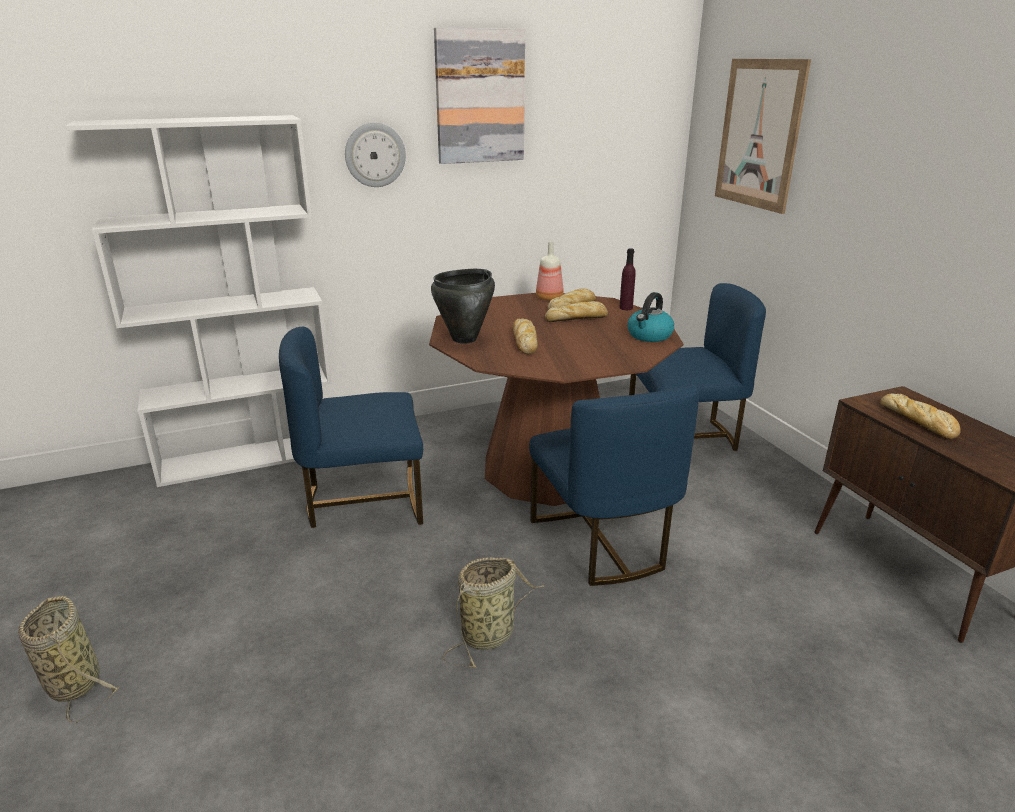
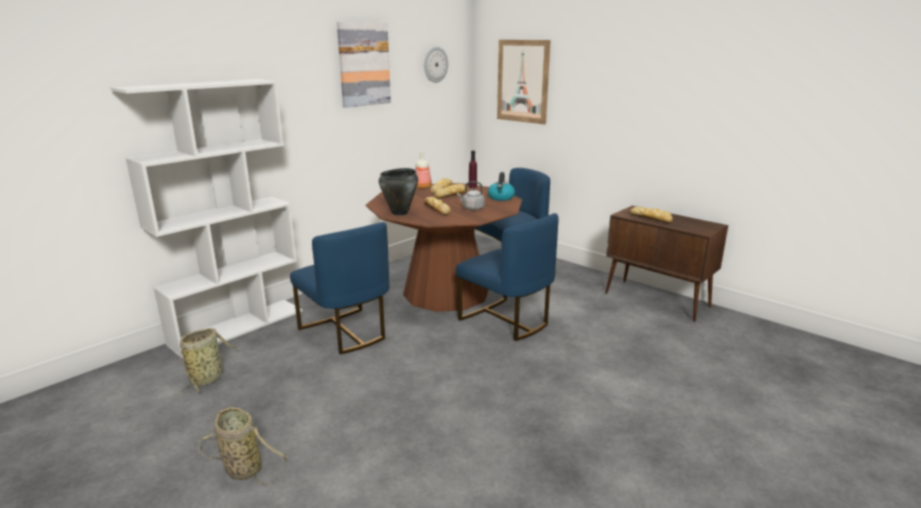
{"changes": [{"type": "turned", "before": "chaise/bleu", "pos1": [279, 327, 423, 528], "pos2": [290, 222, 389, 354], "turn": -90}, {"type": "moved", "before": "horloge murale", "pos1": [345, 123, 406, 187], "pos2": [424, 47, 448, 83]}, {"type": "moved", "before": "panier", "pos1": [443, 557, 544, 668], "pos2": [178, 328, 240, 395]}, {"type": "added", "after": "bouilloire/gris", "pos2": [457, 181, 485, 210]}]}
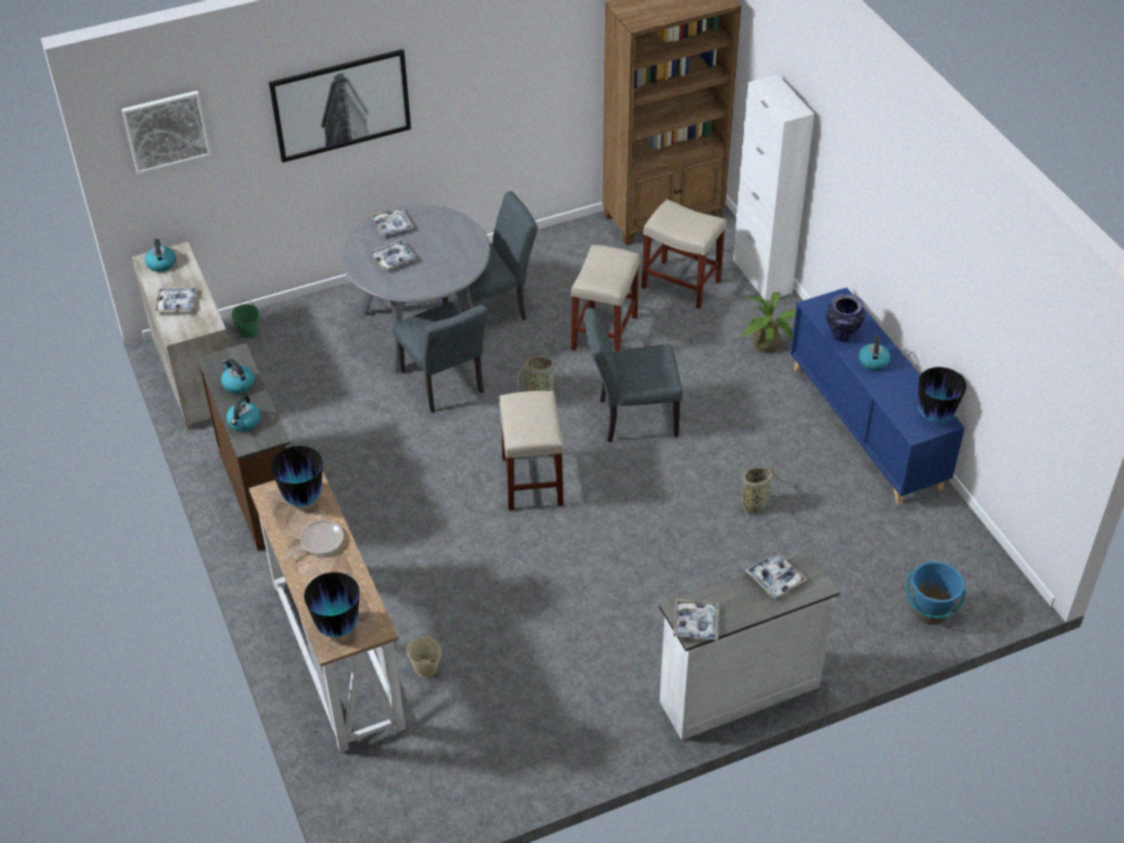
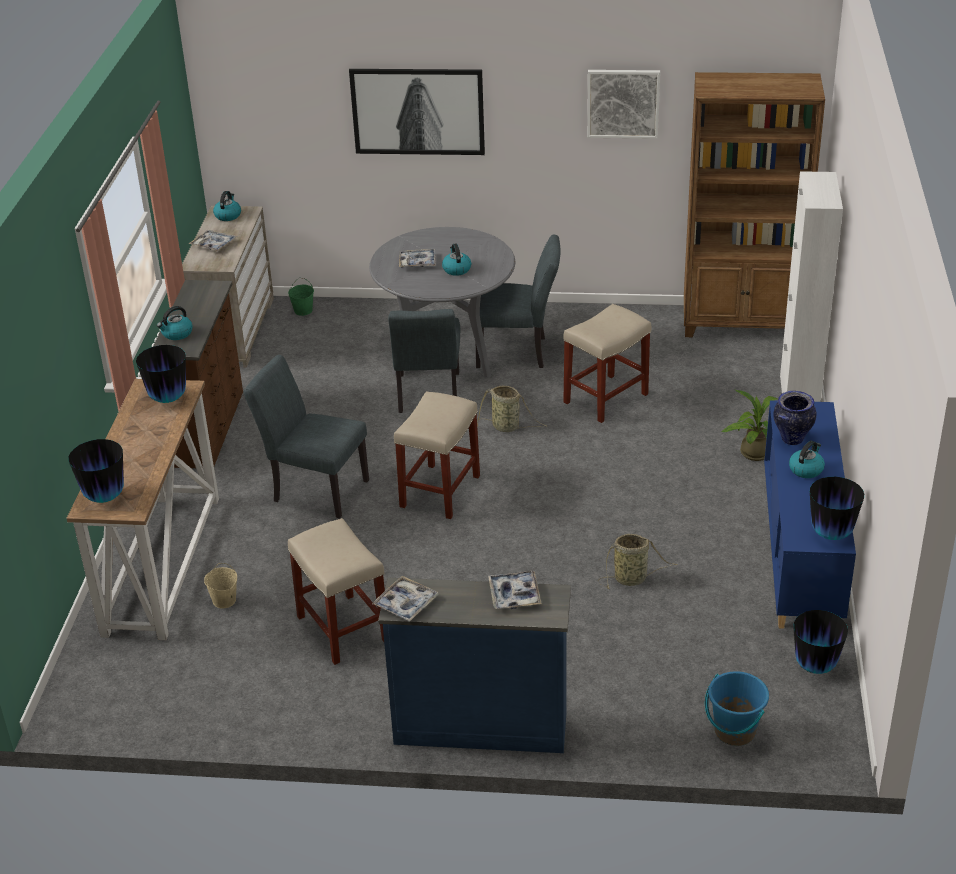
{"changes": [{"type": "moved", "before": "tableau", "pos1": [122, 91, 211, 174], "pos2": [587, 70, 660, 139]}, {"type": "moved", "before": "bouilloire", "pos1": [221, 359, 255, 394], "pos2": [442, 244, 471, 276]}, {"type": "removed", "before": "poêle", "pos1": [284, 520, 344, 558]}, {"type": "removed", "before": "plateau", "pos1": [370, 207, 414, 236]}, {"type": "moved", "before": "chaise/gris", "pos1": [585, 308, 683, 442], "pos2": [243, 355, 369, 519]}, {"type": "moved", "before": "tabouret/beige", "pos1": [641, 199, 727, 309], "pos2": [288, 518, 385, 665]}, {"type": "recoloured", "before": "commode/blanc", "after": "commode/bleu", "pos1": [659, 551, 840, 740], "pos2": [378, 578, 571, 753]}, {"type": "added", "after": "vase", "pos2": [793, 610, 848, 674]}]}
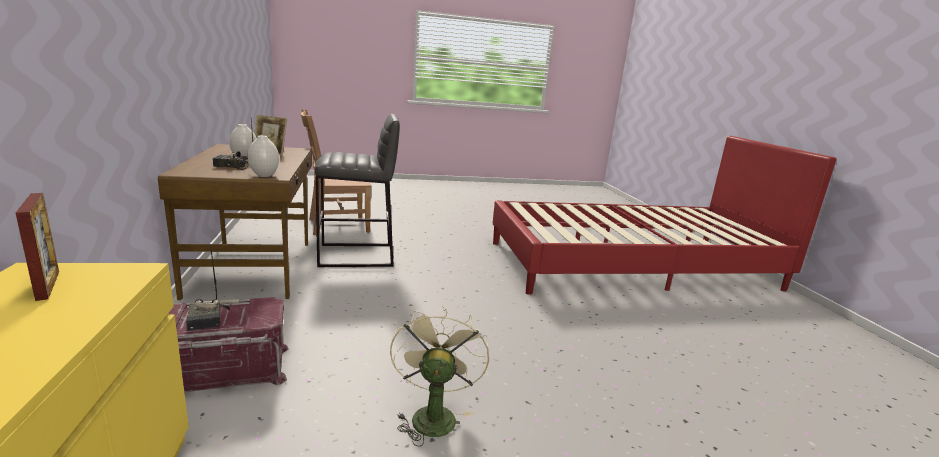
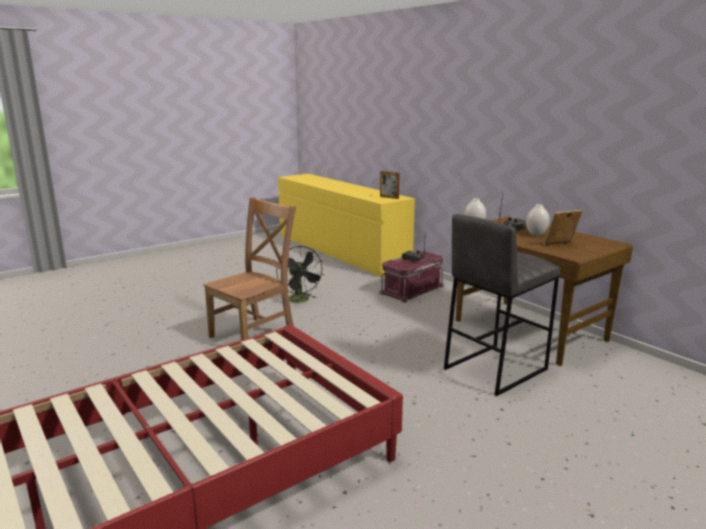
{"changes": [{"type": "moved", "before": "chaise/marron", "pos1": [301, 109, 372, 235], "pos2": [203, 197, 296, 340]}, {"type": "recoloured", "before": "ventilateur/beige", "after": "ventilateur/noir", "pos1": [390, 306, 489, 447], "pos2": [276, 246, 324, 303]}]}
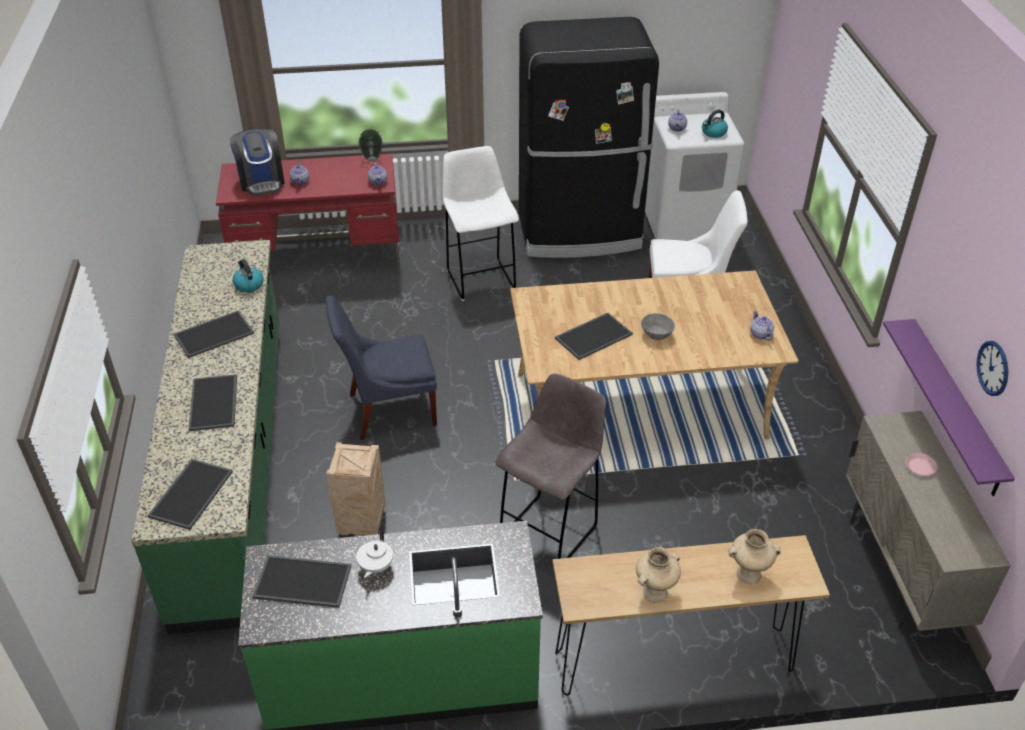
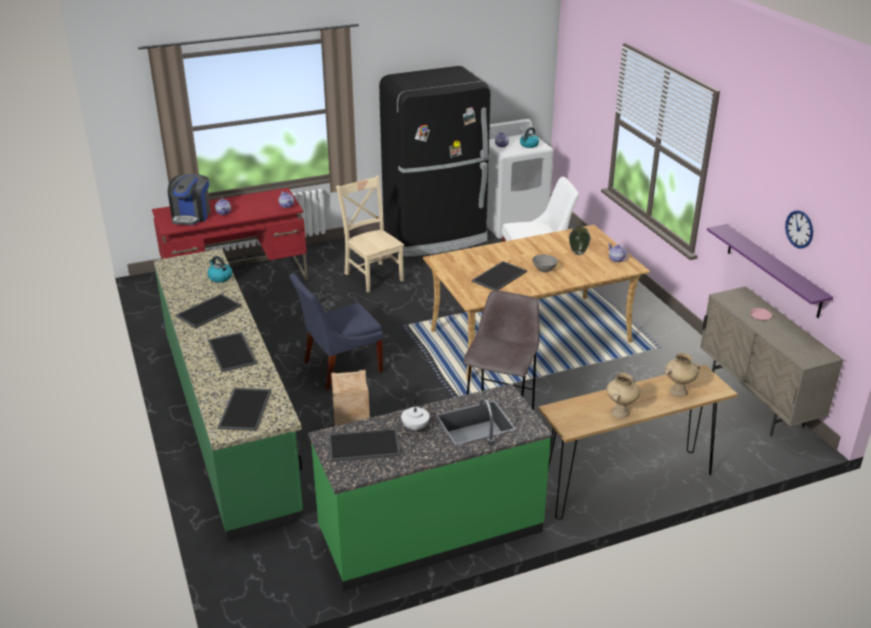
{"changes": [{"type": "turned", "before": "machine à café", "pos1": [230, 129, 285, 196], "pos2": [168, 174, 210, 225], "turn": 45}, {"type": "moved", "before": "vase", "pos1": [358, 129, 383, 162], "pos2": [569, 227, 591, 255]}, {"type": "replaced", "before": "tabouret/blanc", "after": "chaise/beige", "pos1": [442, 146, 519, 301], "pos2": [336, 175, 404, 292]}]}
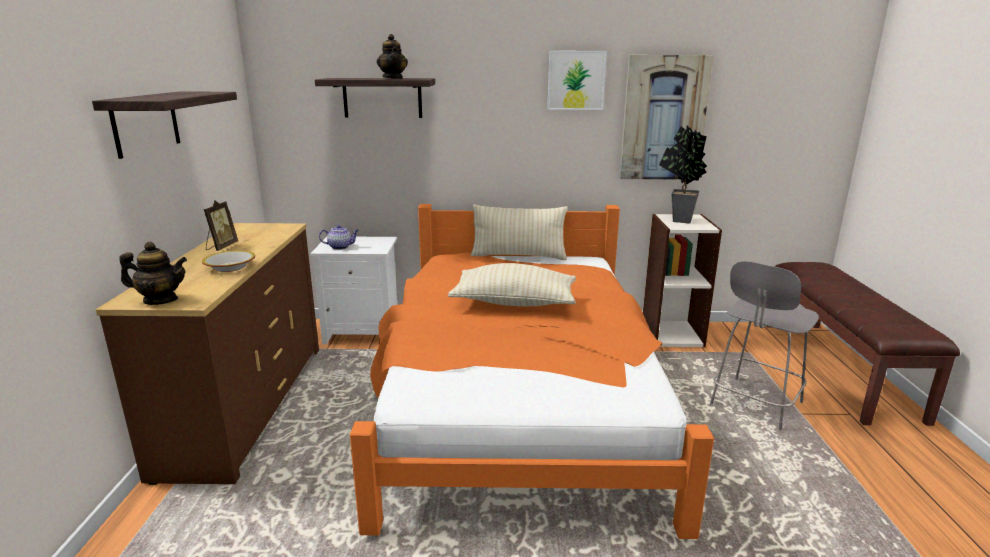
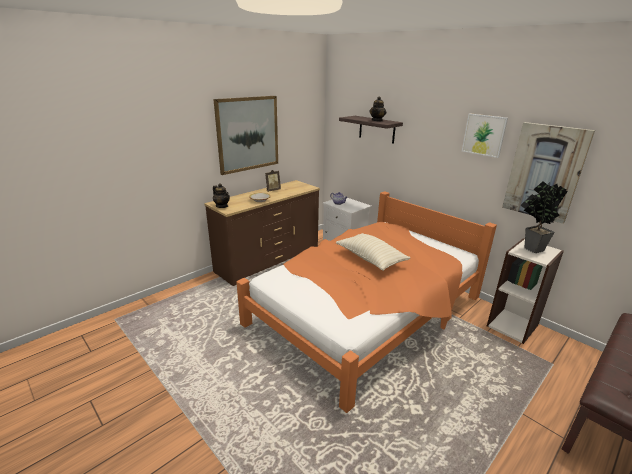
{"changes": [{"type": "replaced", "before": "étagère", "after": "tableau", "pos1": [92, 92, 237, 159], "pos2": [213, 96, 278, 175]}, {"type": "removed", "before": "coussin/beige", "pos1": [471, 205, 568, 260]}, {"type": "removed", "before": "chaise/gris", "pos1": [710, 261, 819, 431]}]}
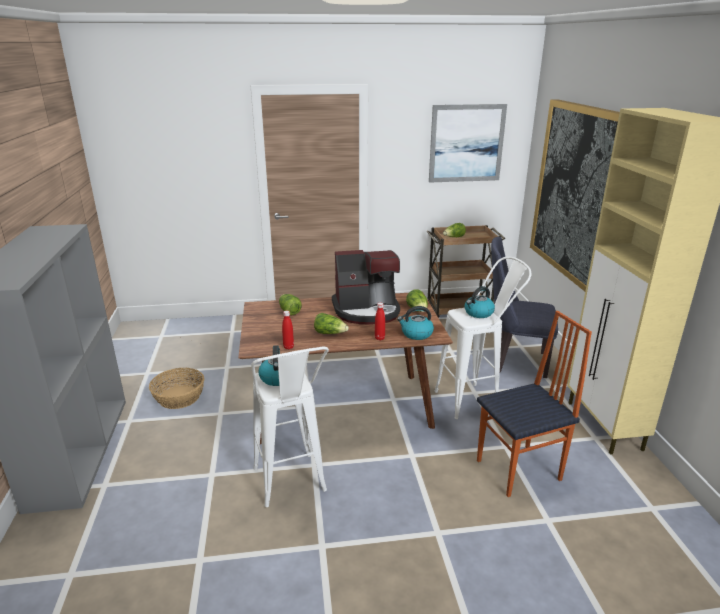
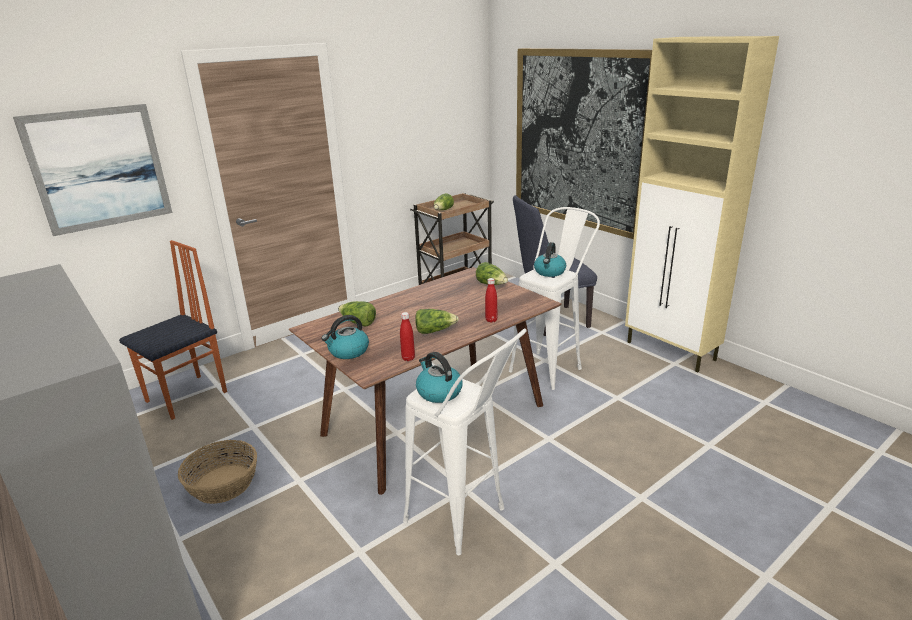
{"changes": [{"type": "removed", "before": "machine à café", "pos1": [332, 250, 400, 325]}, {"type": "moved", "before": "bouilloire", "pos1": [397, 306, 434, 340], "pos2": [321, 315, 369, 359]}, {"type": "moved", "before": "tableau", "pos1": [429, 104, 507, 183], "pos2": [13, 104, 172, 236]}, {"type": "moved", "before": "chaise", "pos1": [477, 311, 592, 497], "pos2": [119, 240, 227, 420]}]}
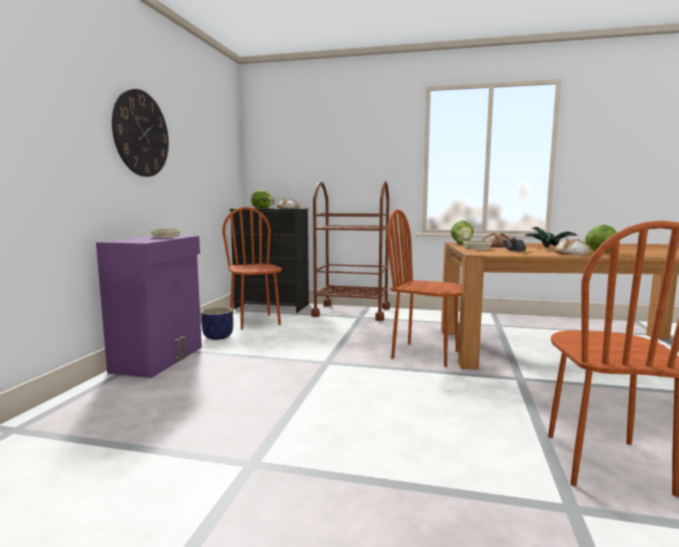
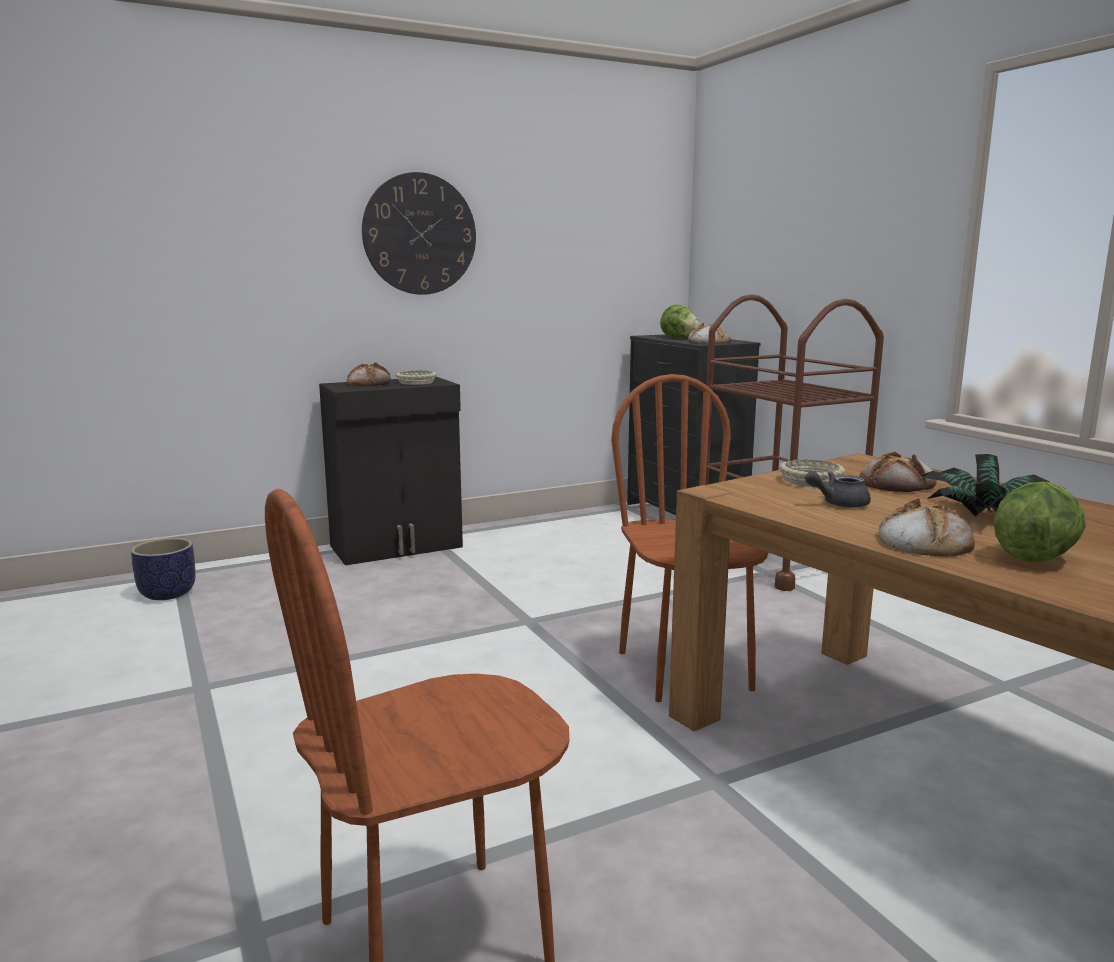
{"changes": [{"type": "recoloured", "before": "meuble de rangement/violet", "after": "meuble de rangement/noir", "pos1": [96, 235, 202, 378], "pos2": [319, 377, 463, 565]}, {"type": "moved", "before": "cache-pot", "pos1": [201, 307, 233, 340], "pos2": [131, 538, 195, 600]}, {"type": "removed", "before": "chaise/marron", "pos1": [222, 207, 282, 329]}, {"type": "removed", "before": "laitue", "pos1": [451, 220, 474, 244]}, {"type": "added", "after": "pain", "pos2": [347, 363, 391, 386]}]}
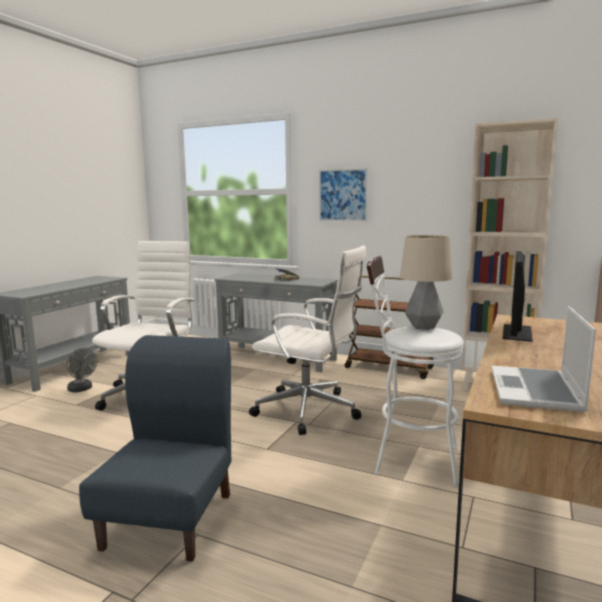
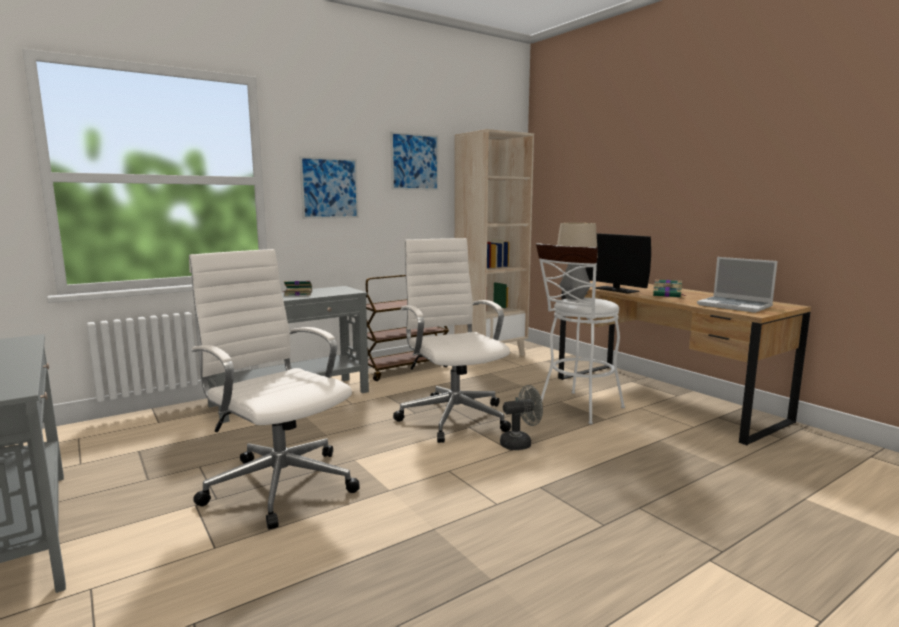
{"changes": [{"type": "moved", "before": "ventilateur/gris", "pos1": [66, 348, 97, 392], "pos2": [500, 385, 543, 450]}, {"type": "removed", "before": "chaise/bleu", "pos1": [79, 335, 232, 562]}, {"type": "turned", "before": "chaise de bureau/blanc", "pos1": [249, 245, 367, 435], "pos2": [393, 238, 511, 443], "turn": -75}, {"type": "added", "after": "tableau", "pos2": [390, 132, 439, 190]}, {"type": "added", "after": "livre", "pos2": [653, 279, 687, 298]}]}
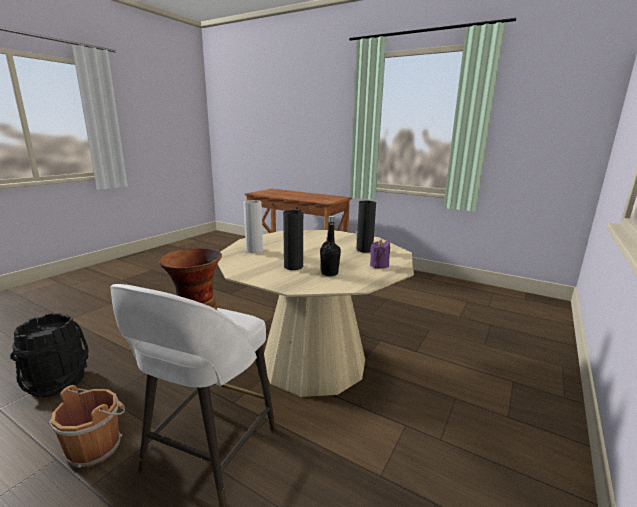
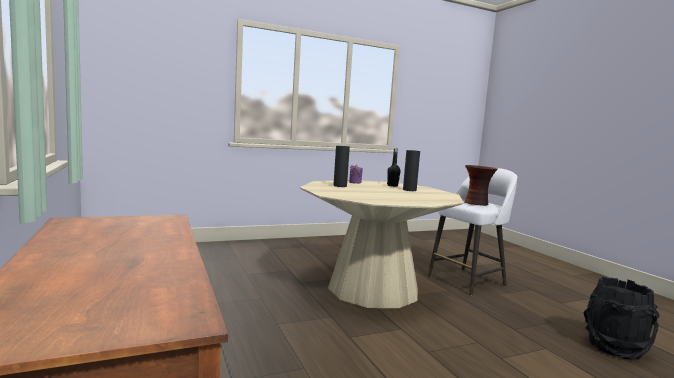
{"changes": [{"type": "removed", "before": "seau/marron", "pos1": [49, 385, 125, 468]}, {"type": "removed", "before": "vase/blanc", "pos1": [244, 200, 263, 253]}]}
